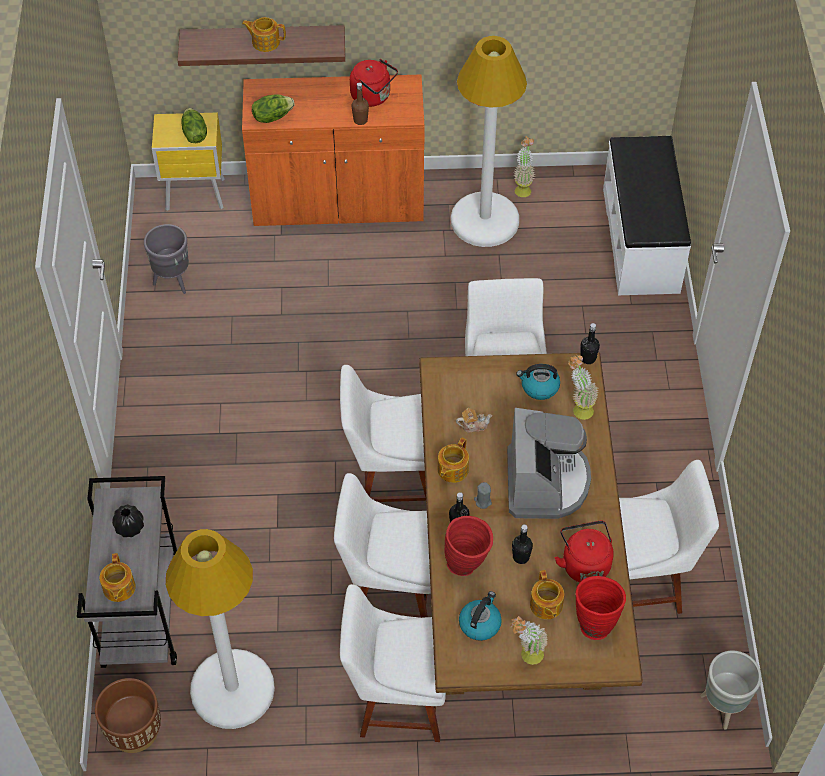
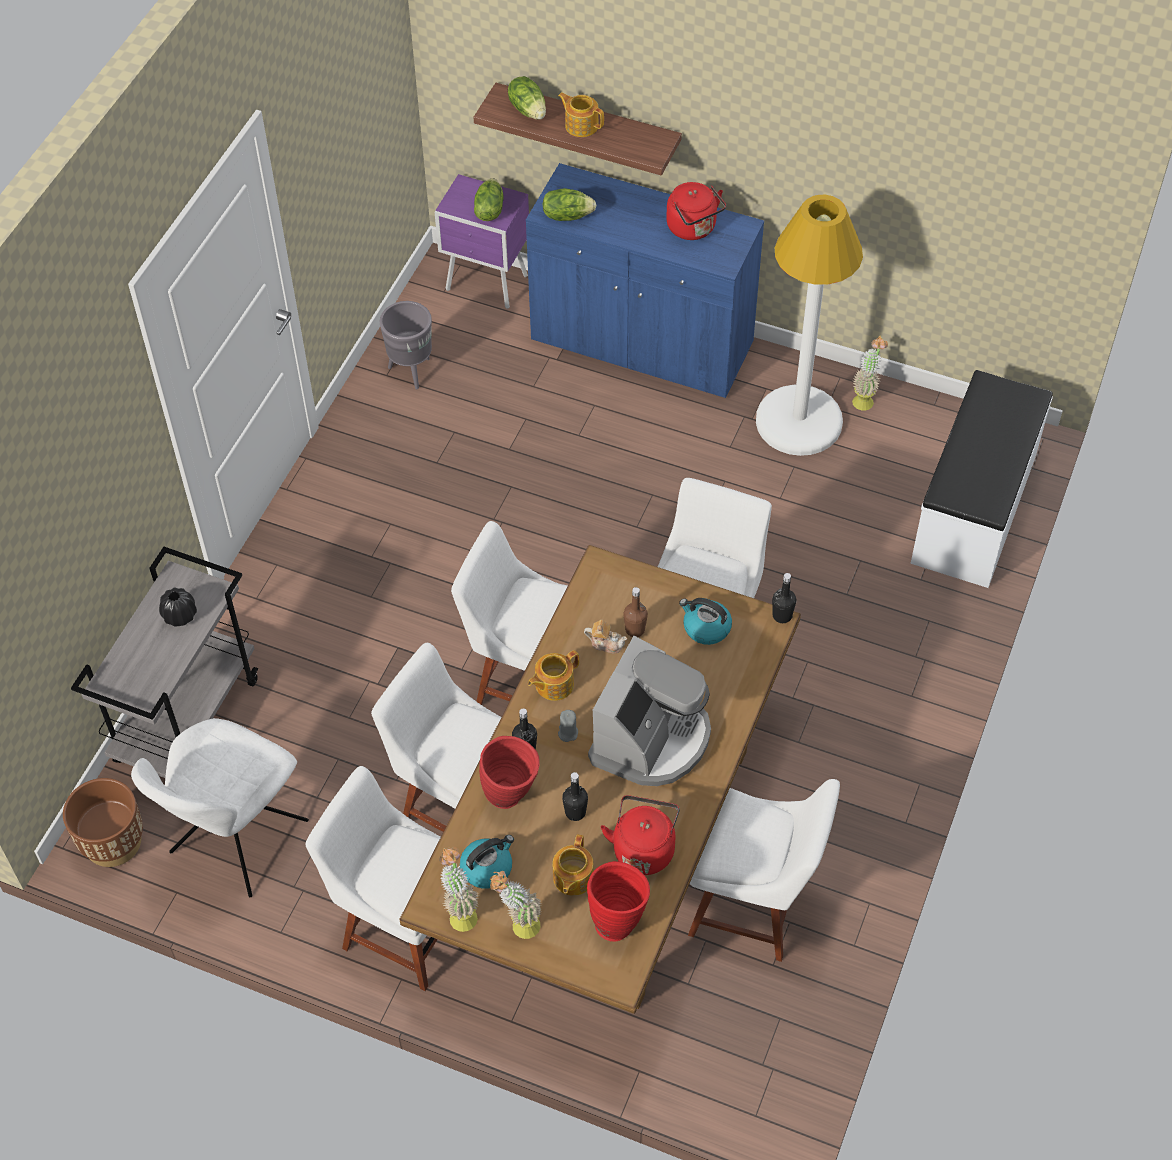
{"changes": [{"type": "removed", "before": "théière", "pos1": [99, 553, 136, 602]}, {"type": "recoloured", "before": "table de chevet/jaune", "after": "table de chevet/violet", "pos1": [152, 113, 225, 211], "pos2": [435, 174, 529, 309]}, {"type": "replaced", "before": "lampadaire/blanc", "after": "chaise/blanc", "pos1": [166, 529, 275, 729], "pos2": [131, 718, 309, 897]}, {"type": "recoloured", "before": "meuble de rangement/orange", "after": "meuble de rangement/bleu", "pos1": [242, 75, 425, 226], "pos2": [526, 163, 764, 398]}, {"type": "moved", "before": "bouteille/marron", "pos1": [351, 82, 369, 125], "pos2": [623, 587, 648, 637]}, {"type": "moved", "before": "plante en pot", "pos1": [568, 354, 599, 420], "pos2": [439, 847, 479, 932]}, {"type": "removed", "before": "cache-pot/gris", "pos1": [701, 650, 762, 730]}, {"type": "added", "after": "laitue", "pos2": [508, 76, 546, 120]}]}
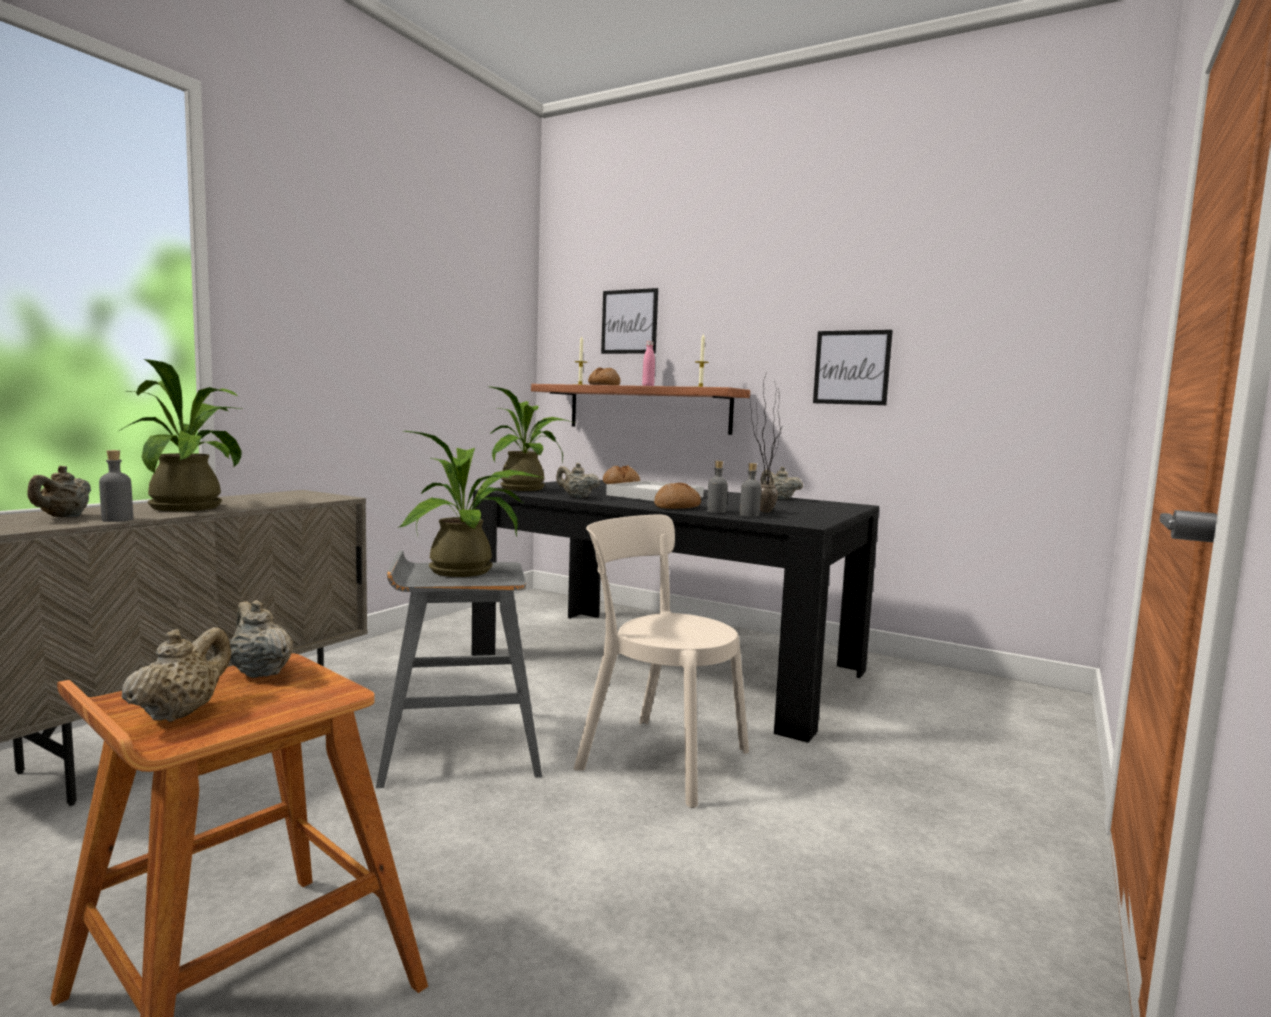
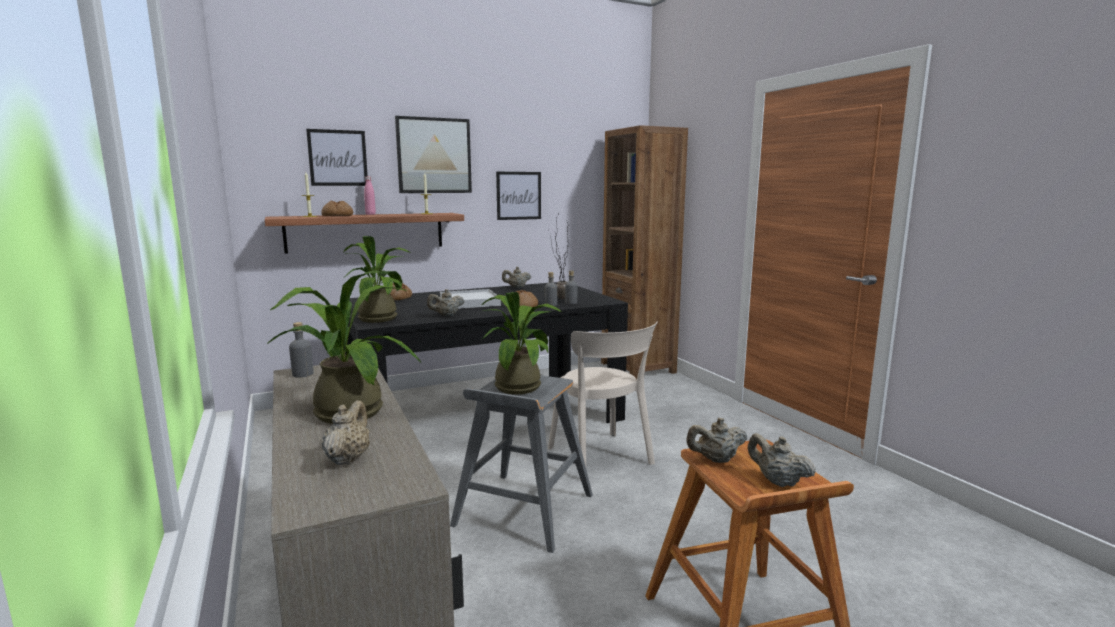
{"changes": [{"type": "turned", "before": "théière/beige", "pos1": [27, 465, 91, 517], "pos2": [322, 400, 370, 465], "turn": -120}, {"type": "moved", "before": "bouteille/gris", "pos1": [99, 450, 133, 522], "pos2": [289, 322, 314, 378]}, {"type": "turned", "before": "chaise/beige", "pos1": [574, 515, 749, 808], "pos2": [548, 322, 658, 481], "turn": -90}, {"type": "added", "after": "tableau", "pos2": [395, 116, 472, 193]}, {"type": "added", "after": "bibliothèque/marron", "pos2": [601, 125, 688, 379]}]}
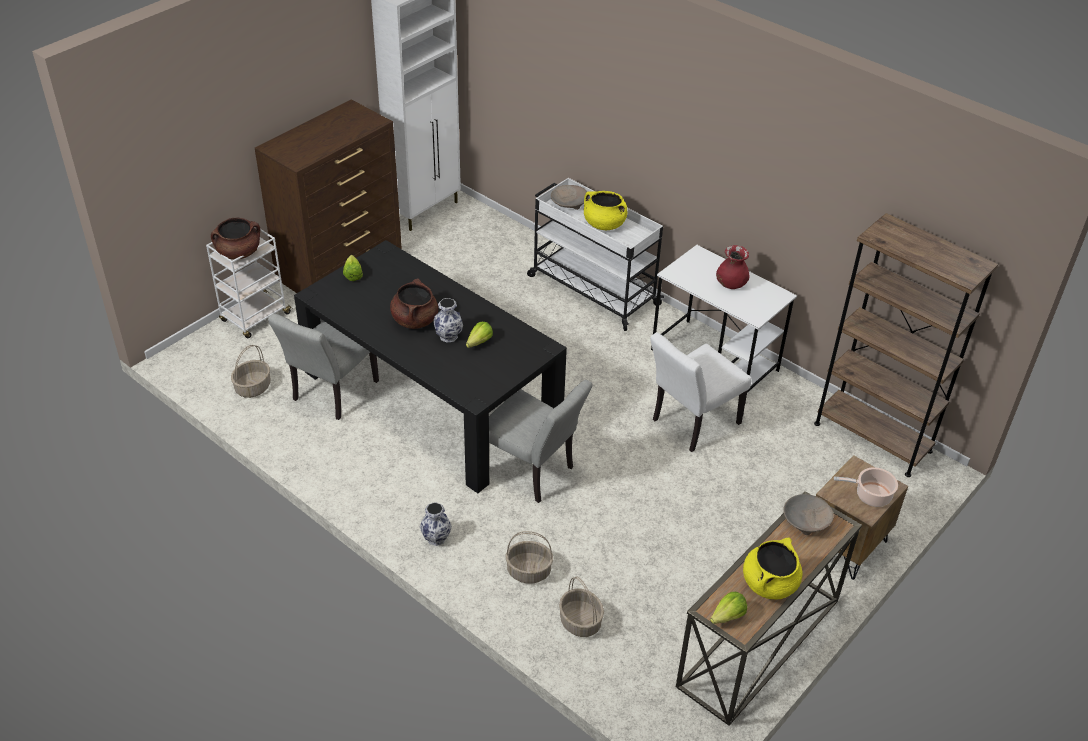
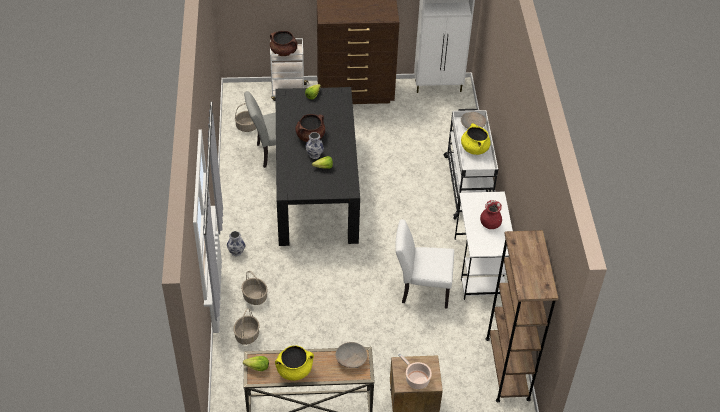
{"changes": [{"type": "removed", "before": "chaise/gris", "pos1": [489, 380, 593, 503]}]}
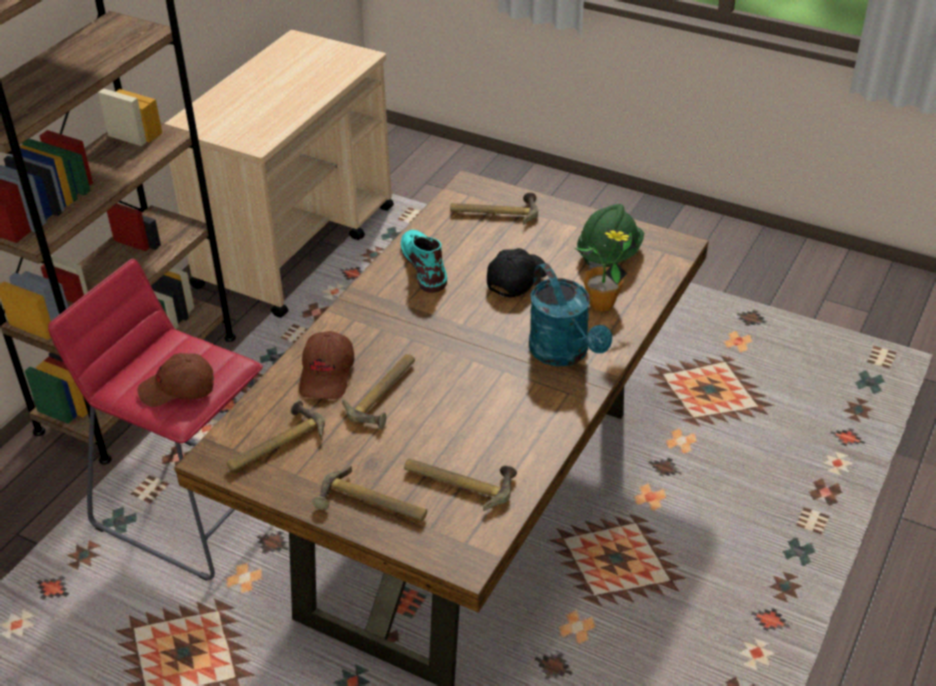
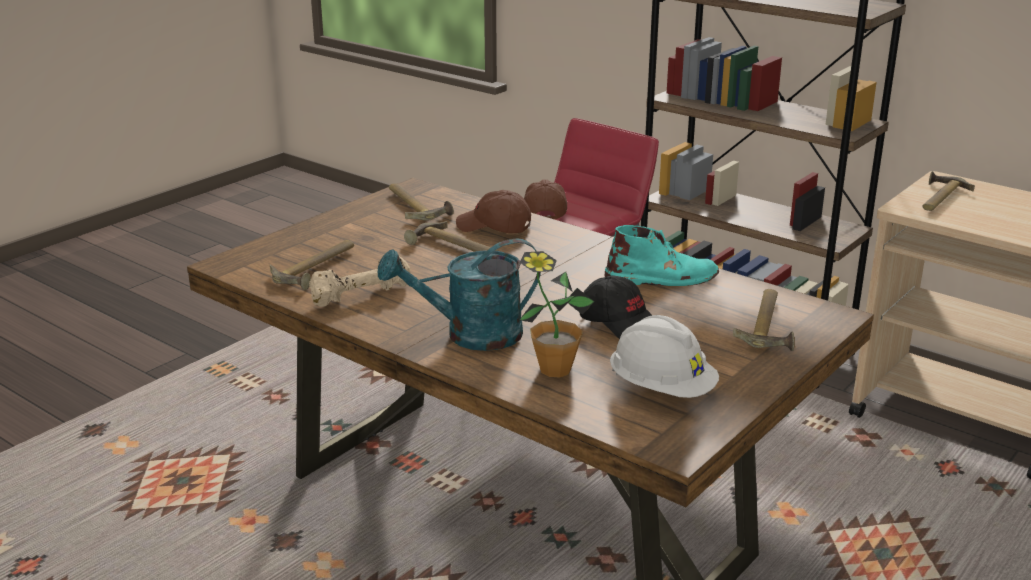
{"changes": [{"type": "moved", "before": "marteau", "pos1": [312, 466, 427, 521], "pos2": [922, 171, 975, 211]}, {"type": "recoloured", "before": "casque de chantier/vert", "after": "casque de chantier/blanc", "pos1": [577, 204, 644, 270], "pos2": [610, 315, 719, 398]}, {"type": "added", "after": "haltère/beige", "pos2": [309, 257, 411, 307]}]}
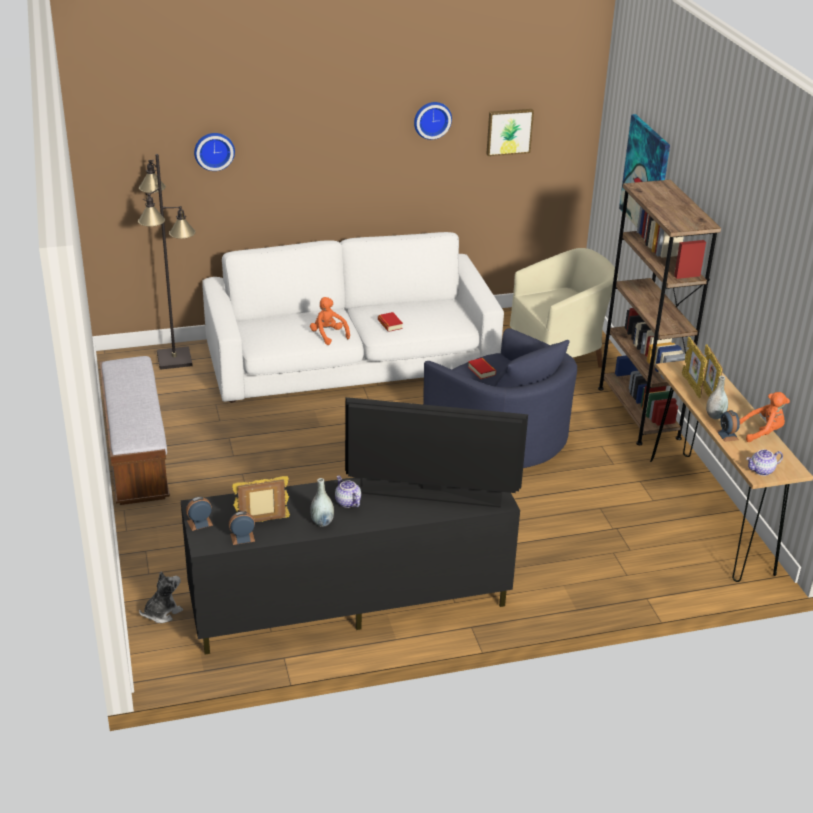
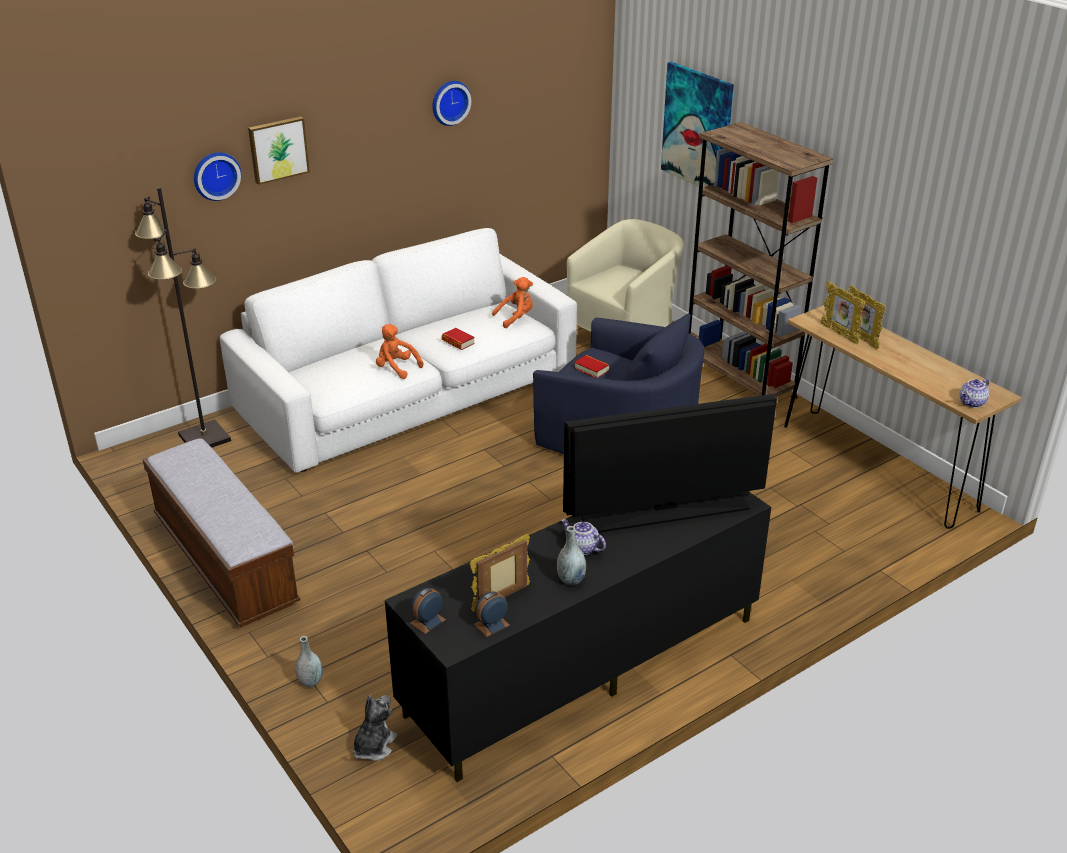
{"changes": [{"type": "moved", "before": "tableau", "pos1": [487, 109, 534, 156], "pos2": [248, 116, 310, 185]}, {"type": "moved", "before": "vase/gris", "pos1": [706, 376, 728, 419], "pos2": [295, 636, 323, 687]}, {"type": "removed", "before": "réveil", "pos1": [716, 410, 740, 442]}, {"type": "moved", "before": "peluche/orange", "pos1": [739, 392, 790, 442], "pos2": [492, 277, 533, 328]}]}
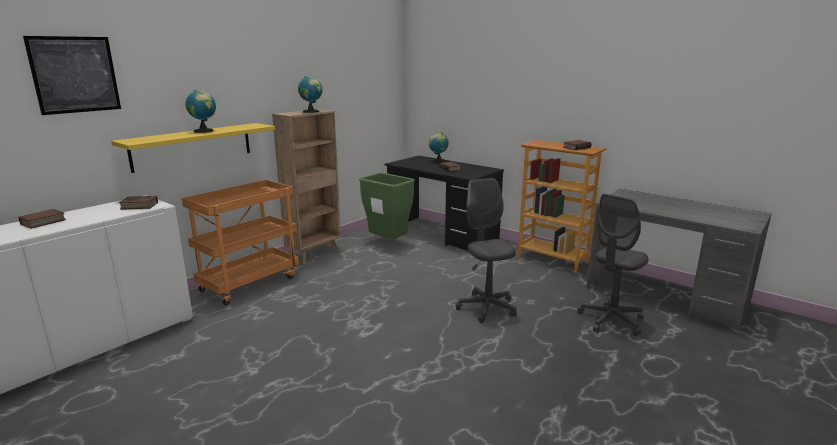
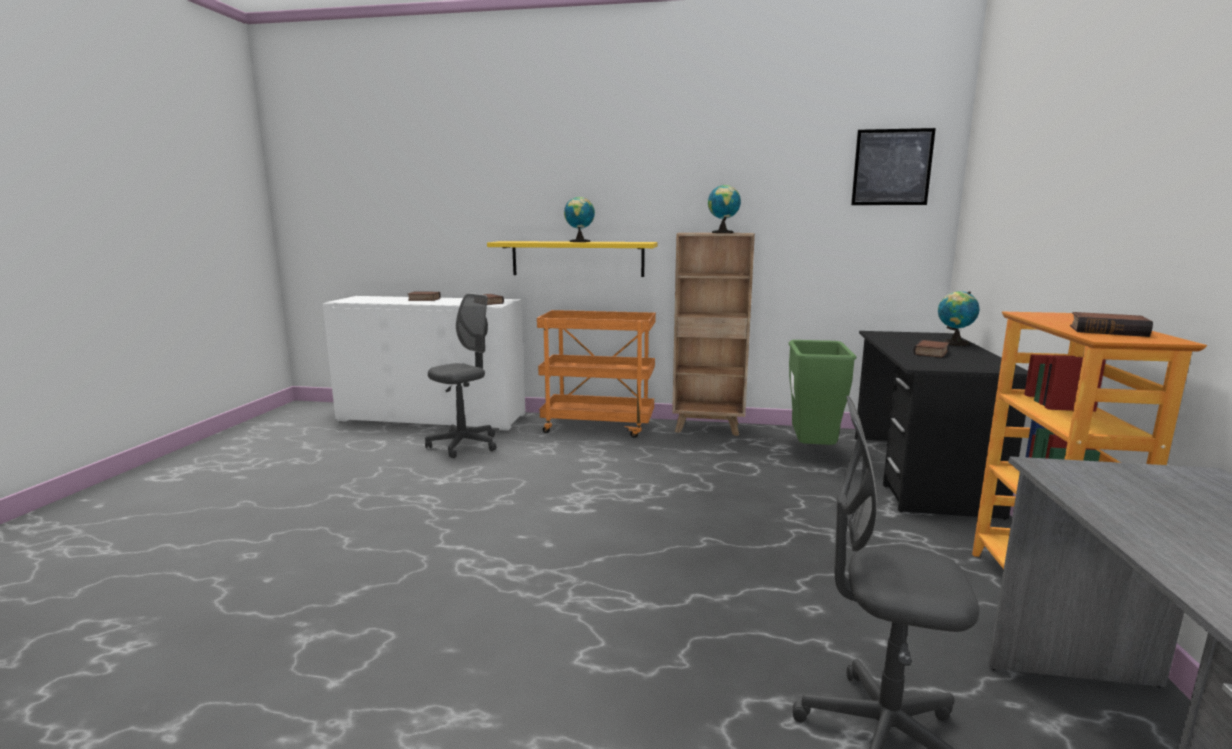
{"changes": [{"type": "moved", "before": "tableau", "pos1": [23, 36, 121, 115], "pos2": [851, 128, 936, 205]}, {"type": "moved", "before": "chaise de bureau/gris", "pos1": [455, 178, 516, 323], "pos2": [425, 293, 497, 458]}]}
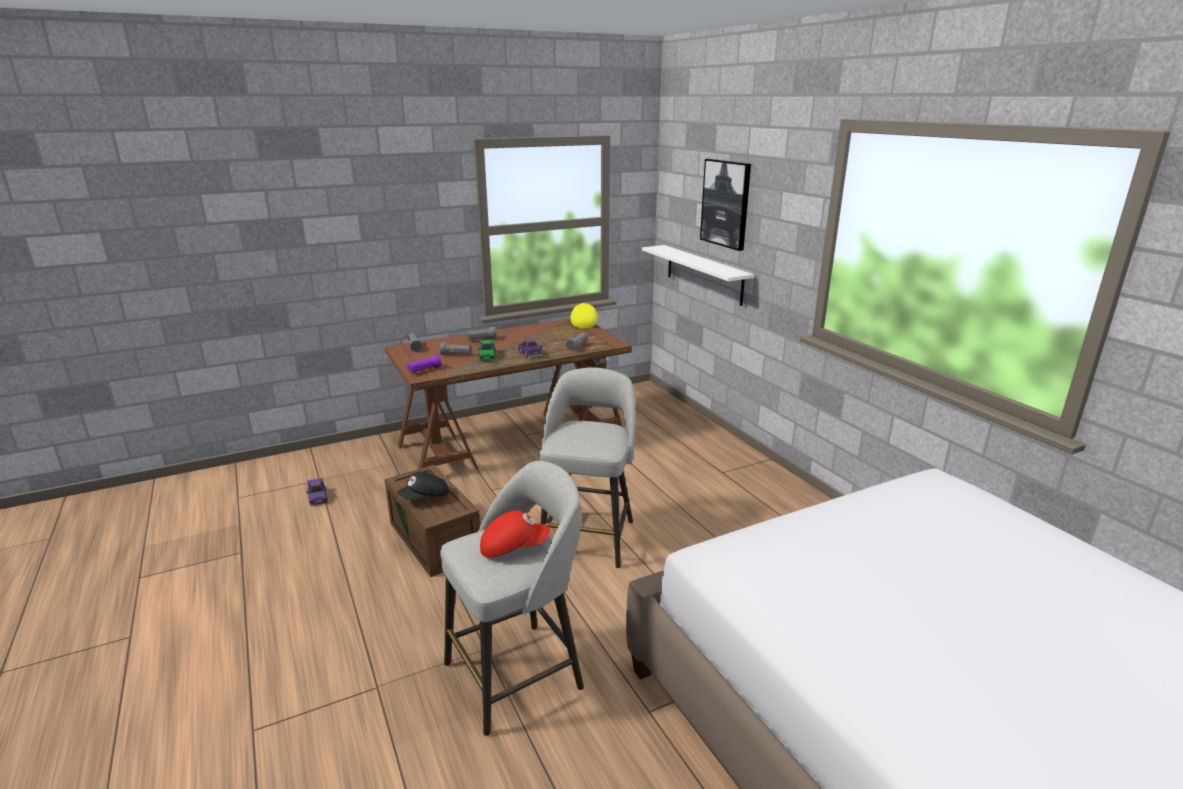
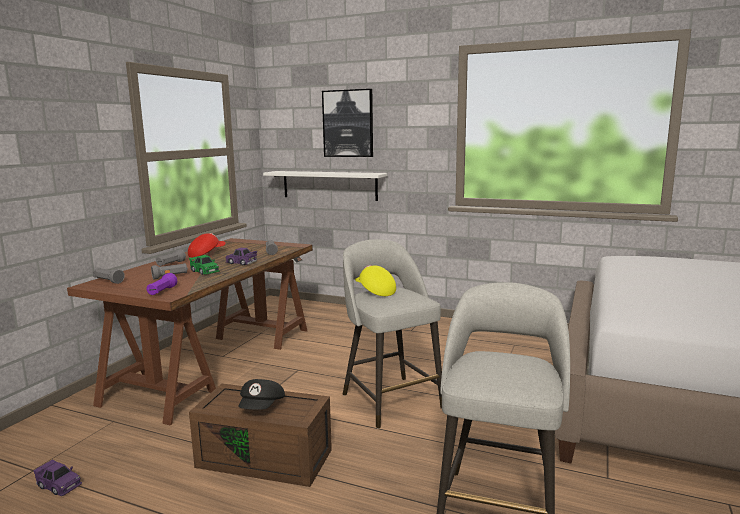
{"changes": [{"type": "moved", "before": "casquette/rouge", "pos1": [480, 511, 550, 557], "pos2": [188, 233, 226, 258]}, {"type": "moved", "before": "casquette/jaune", "pos1": [570, 303, 598, 329], "pos2": [355, 265, 396, 296]}]}
